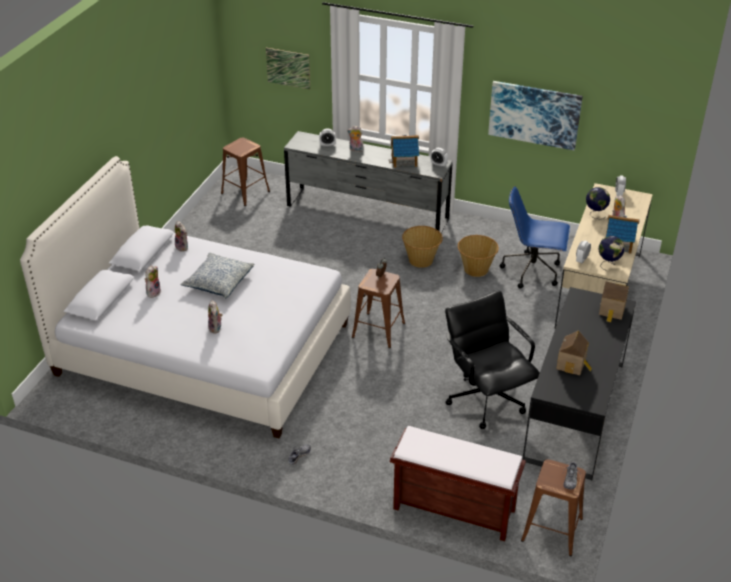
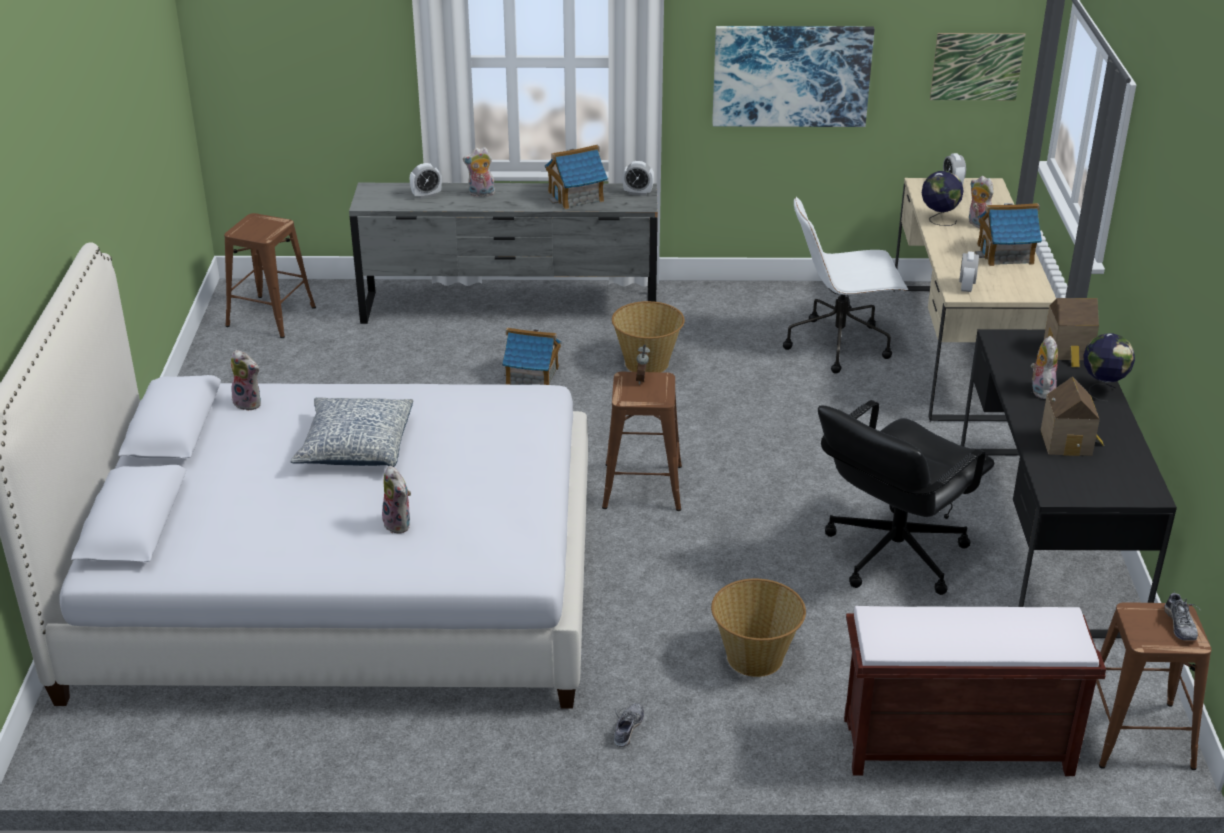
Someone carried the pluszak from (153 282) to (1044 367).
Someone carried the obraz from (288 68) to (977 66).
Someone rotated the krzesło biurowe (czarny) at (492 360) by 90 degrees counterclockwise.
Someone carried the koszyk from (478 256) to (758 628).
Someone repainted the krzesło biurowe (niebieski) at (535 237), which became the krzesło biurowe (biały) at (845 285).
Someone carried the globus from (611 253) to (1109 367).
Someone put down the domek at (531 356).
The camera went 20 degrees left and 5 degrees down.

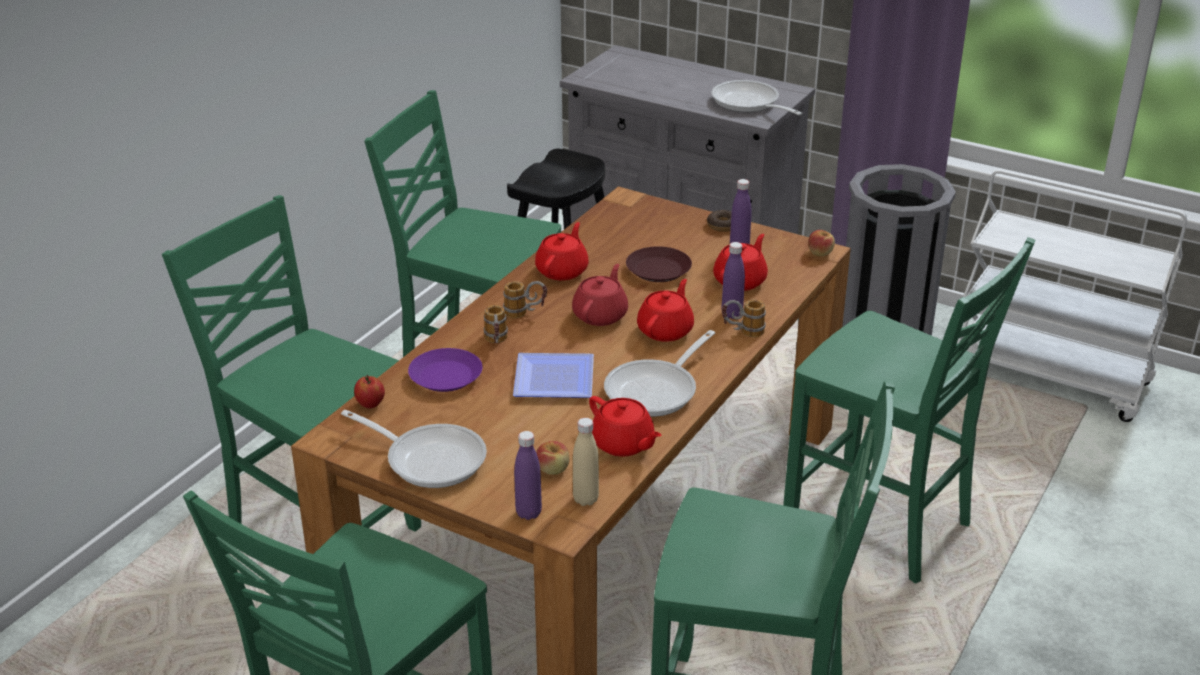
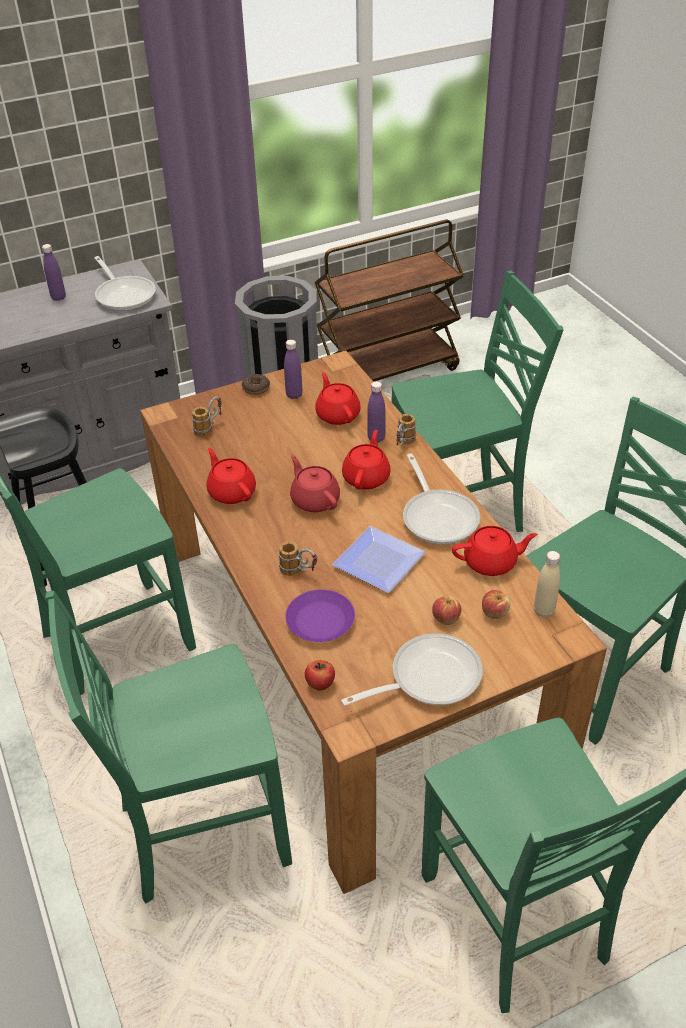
Someone carried the kubek from (525 299) to (207 417).
Someone carried the butelka (fioletowy) from (528 475) to (54 272).
Someone took away the talerz (brązowy) at (659 264).
Someone rotated the imbryk (czerwony) at (665 310) by 45 degrees clockwise.
Someone rotated the patelnia at (756 97) by 120 degrees counterclockwise.
Someone carried the jabłko from (821 243) to (447 610).
Someone repainted the wózek (biały) at (1072 295), which became the wózek (brązowy) at (389 300).
The camera went 55 degrees left and 10 degrees up.

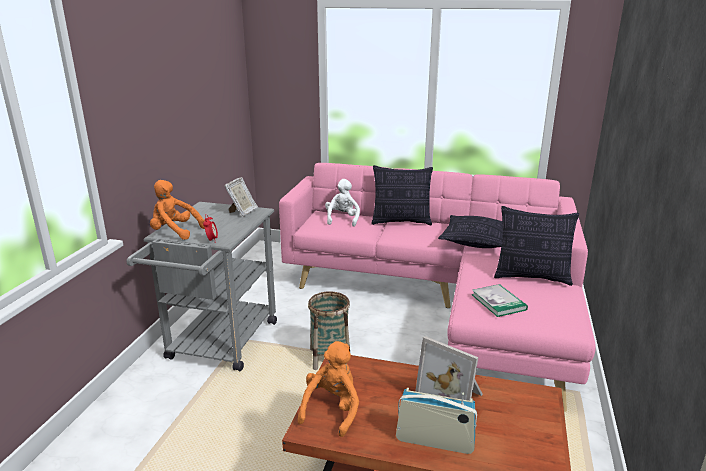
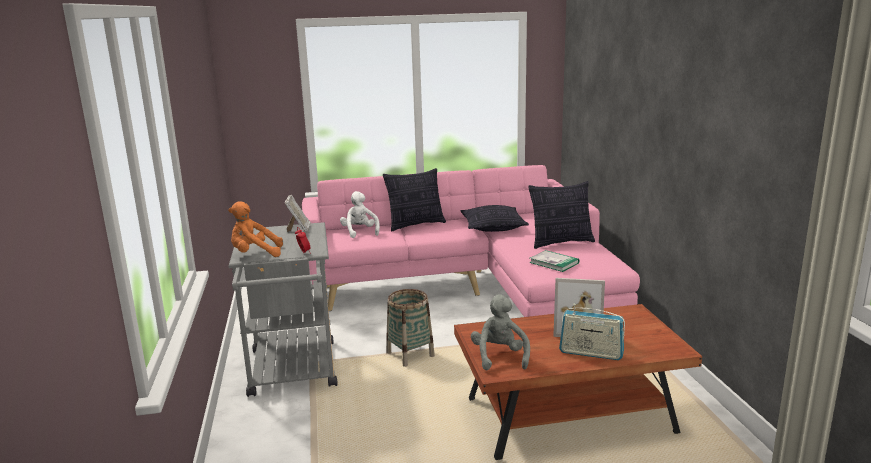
Someone repainted the pluszak (pomarańczowy) at (328 389), which became the pluszak (szary) at (500 332).
Someone rotated the radio at (436 421) by 150 degrees counterclockwise.
The camera went 25 degrees left and 5 degrees down.

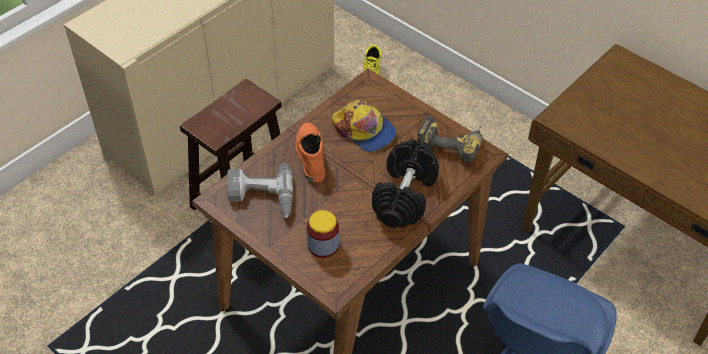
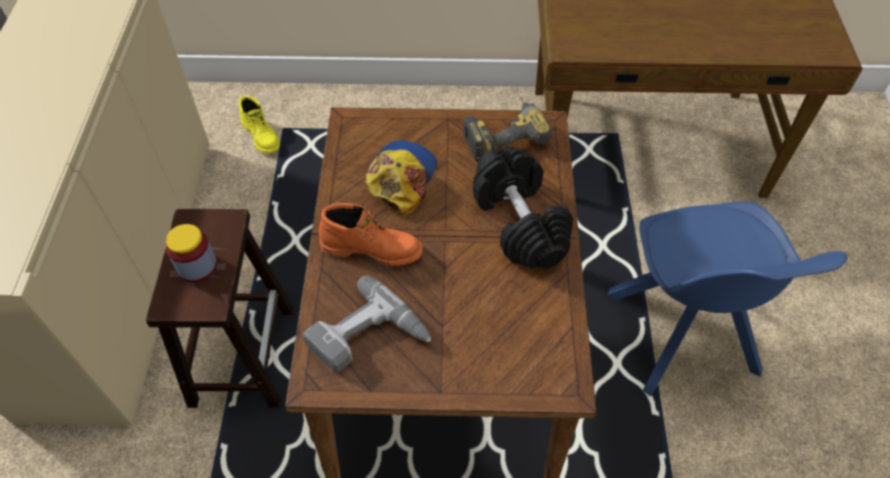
Someone rotated the but z cholewką (pomarańczowy) at (310 152) by 150 degrees clockwise.
Someone carried the słoik from (323 234) to (191 253).
Someone rotated the czapka z daszkiem at (364 126) by 75 degrees counterclockwise.
The camera went 40 degrees left and 5 degrees up.

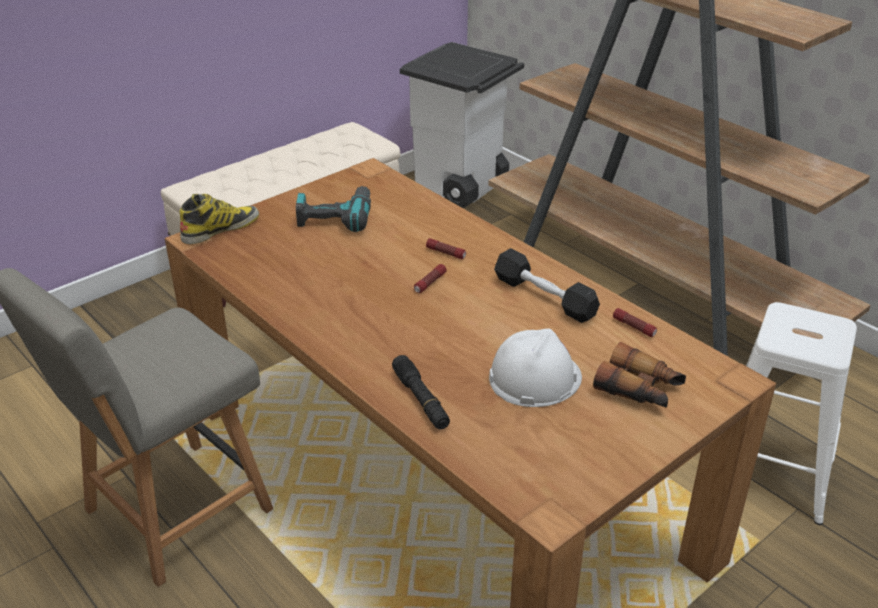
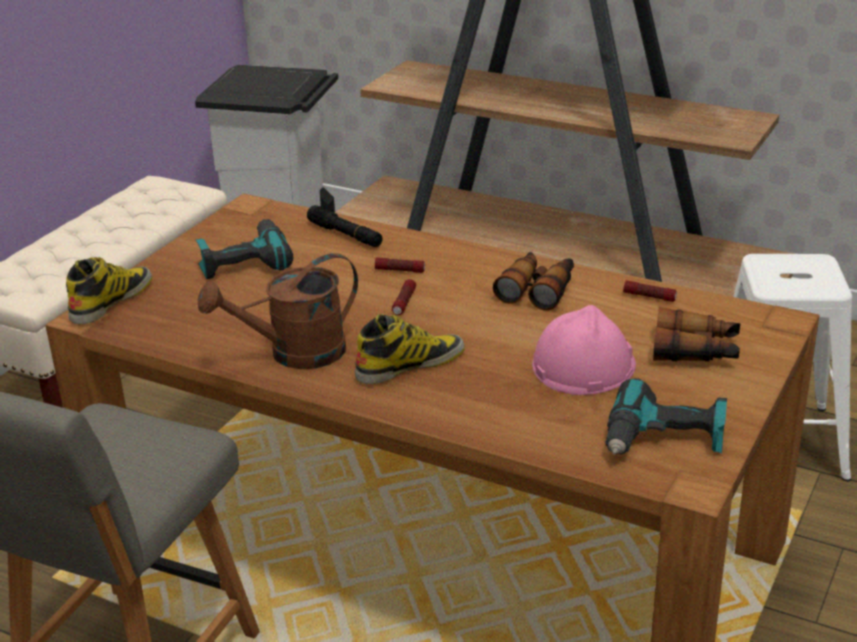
Someone carried the latarka (czarny) from (421 392) to (345 226).
Someone repainted the kask (biały) at (535 368), which became the kask (różowy) at (584 350).
Someone swapped the hantel (czarny) at (547 285) for the lornetka at (533 281).
Someone put down the konewka (brązowy) at (278 311).
Someone put down the but z cholewką at (410 349).
Someone put down the wiertarka at (666 416).
The camera went 20 degrees left and 5 degrees down.

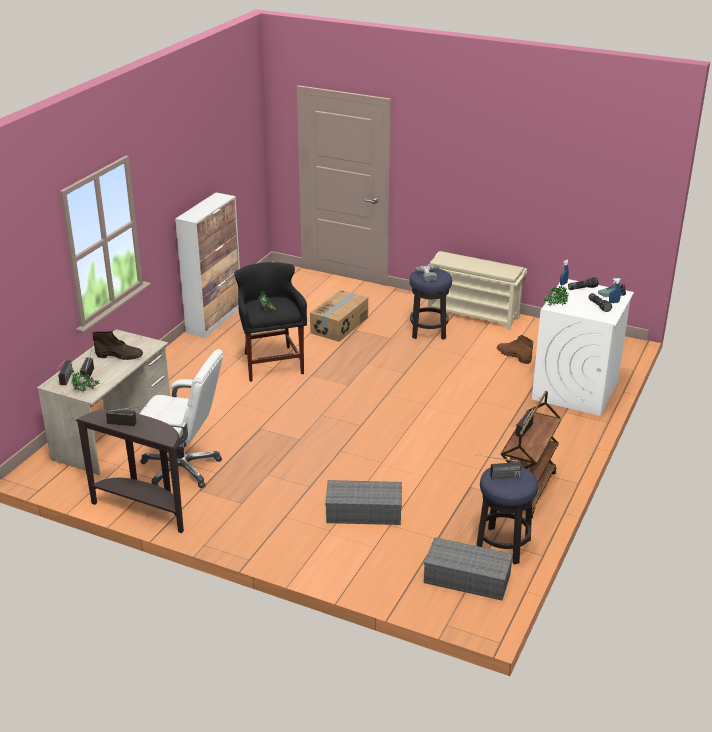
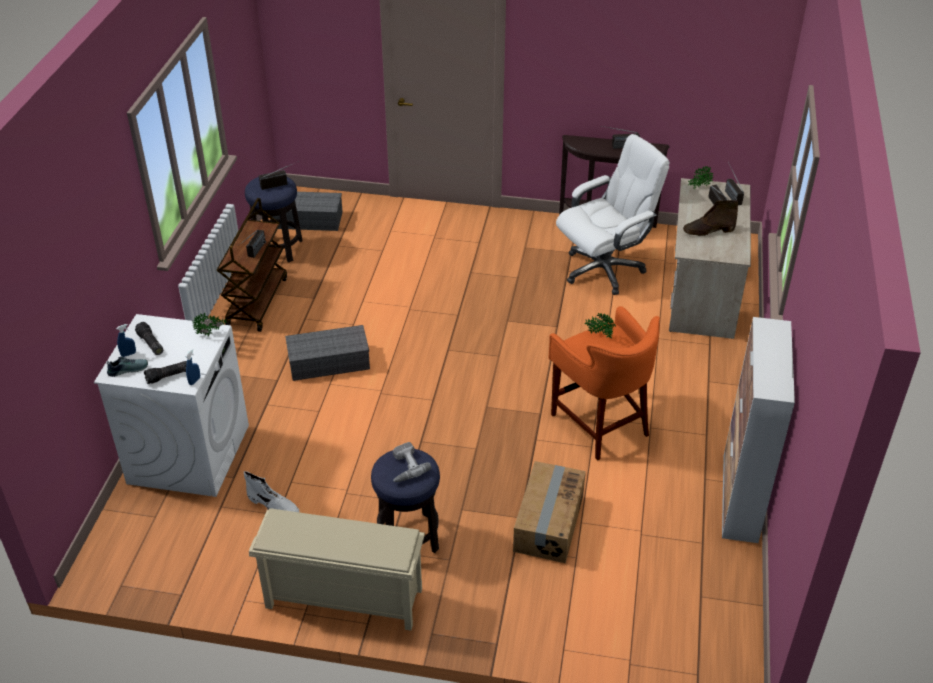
Someone rotated the krzesło biurowe (biały) at (181 418) by 150 degrees clockwise.
Someone repainted the stołek (czarny) at (270 322), which became the stołek (pomarańczowy) at (604 383).
Someone carried the pojemnik do przechowywania (szary) from (363 502) to (327 353).
Someone repainted the but z cholewką (brązowy) at (515 349), which became the but z cholewką (biały) at (271 491).
The camera went 165 degrees right and 10 degrees up.

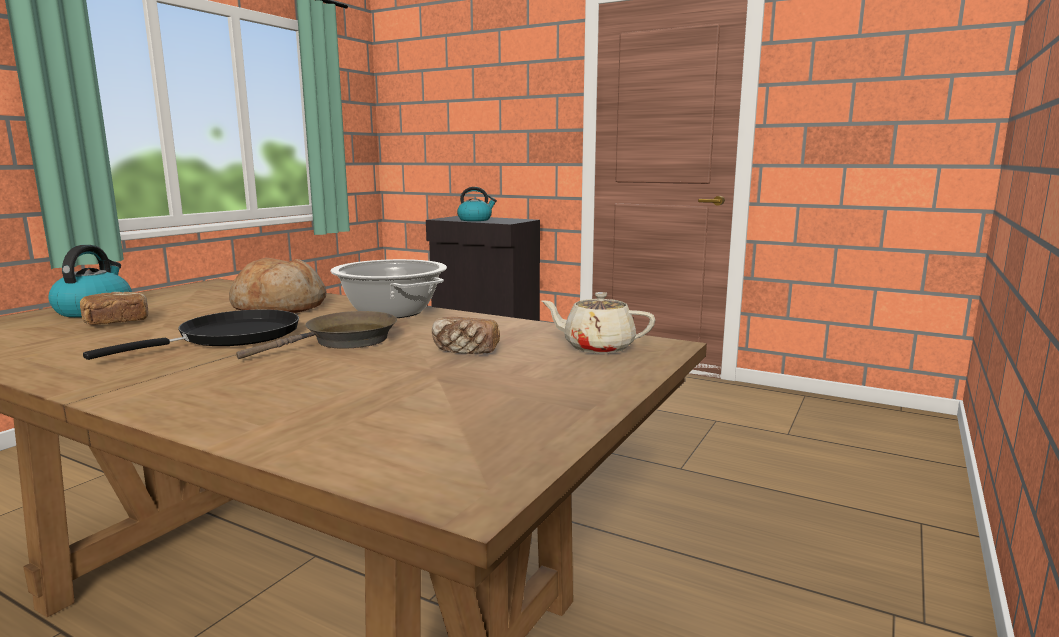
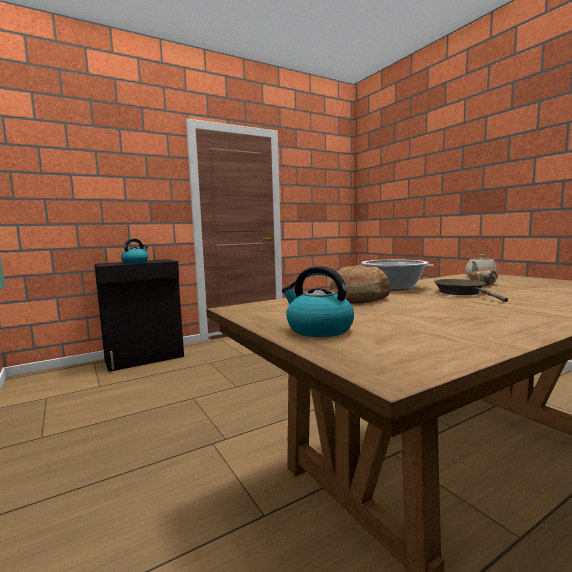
Someone took away the chleb at (114 308).
Someone took away the patelnia (czarny) at (191 334).
The camera went 60 degrees left and 5 degrees down.

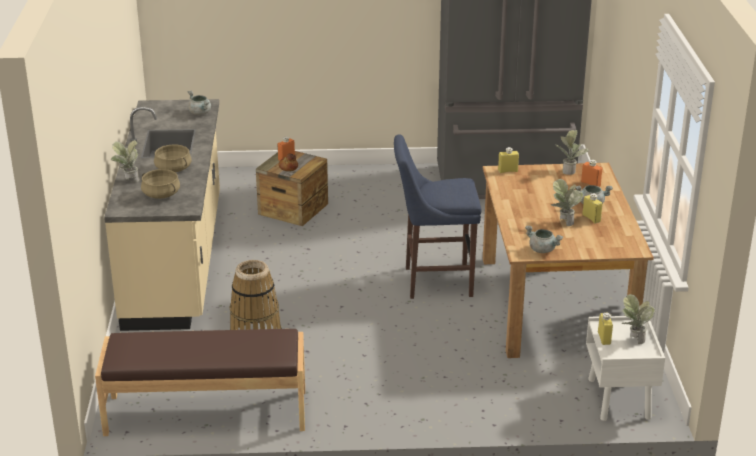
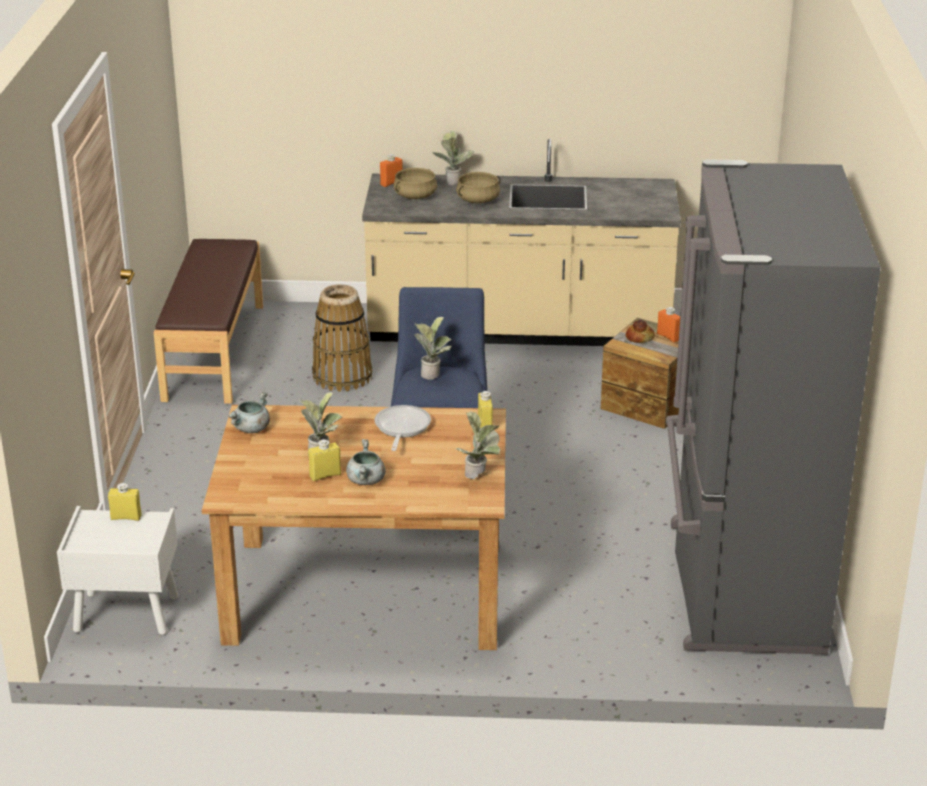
Someone took away the garnek (szary) at (199 103).
Someone carried the butelka (pomarańczowy) from (591 173) to (391 170).
Someone carried the roślina doniczkowa from (638 319) to (433 348).
Someone put down the patelnia at (402 428).
The camera went 95 degrees right and 0 degrees up.

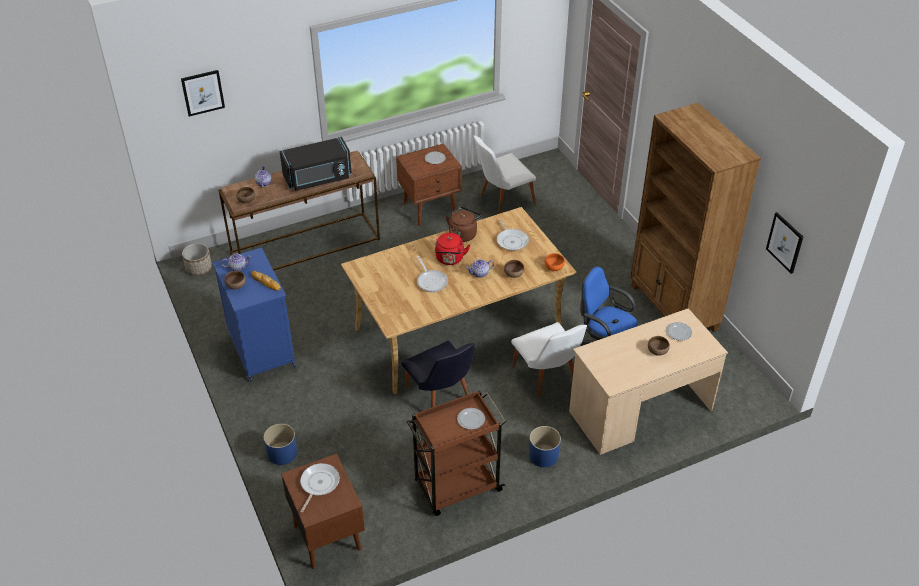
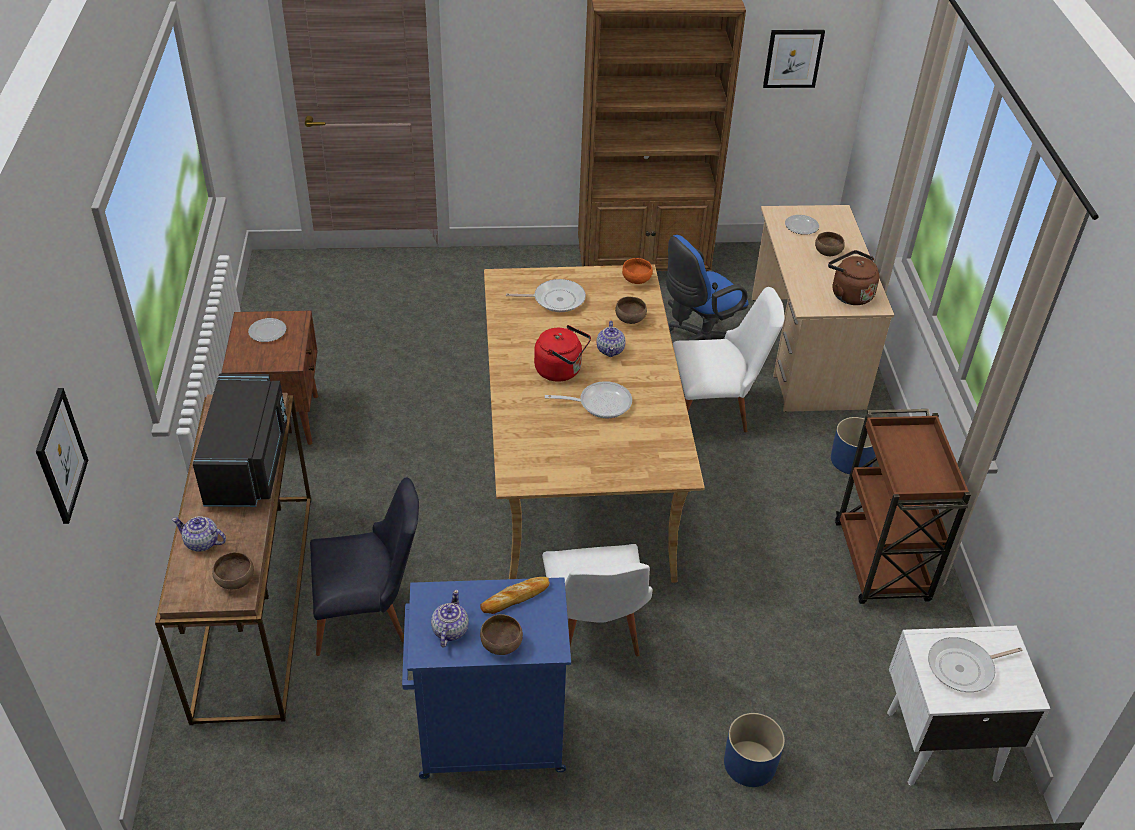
Someone took away the donica at (197 259).
Someone repainted the szafka nocna (brązowy) at (323 511), which became the szafka nocna (biały) at (968 706).
Someone rotated the patelnia at (320 488) by 60 degrees counterclockwise.
Someone carried the krzesło (czarny) from (438 374) to (364 566).
Someone carried the czajnik (brązowy) from (464 224) to (853 277).
Someone took away the talerz at (471 419).
Someone carried the krzesło (biały) from (504 174) to (597 600).
The camera went 70 degrees left and 0 degrees up.

